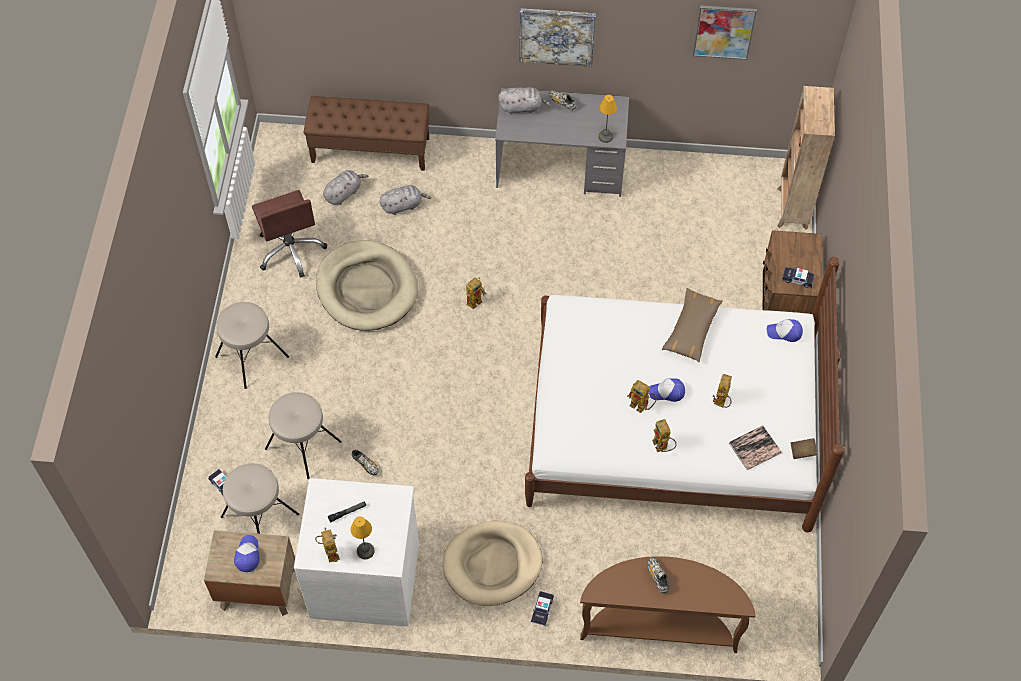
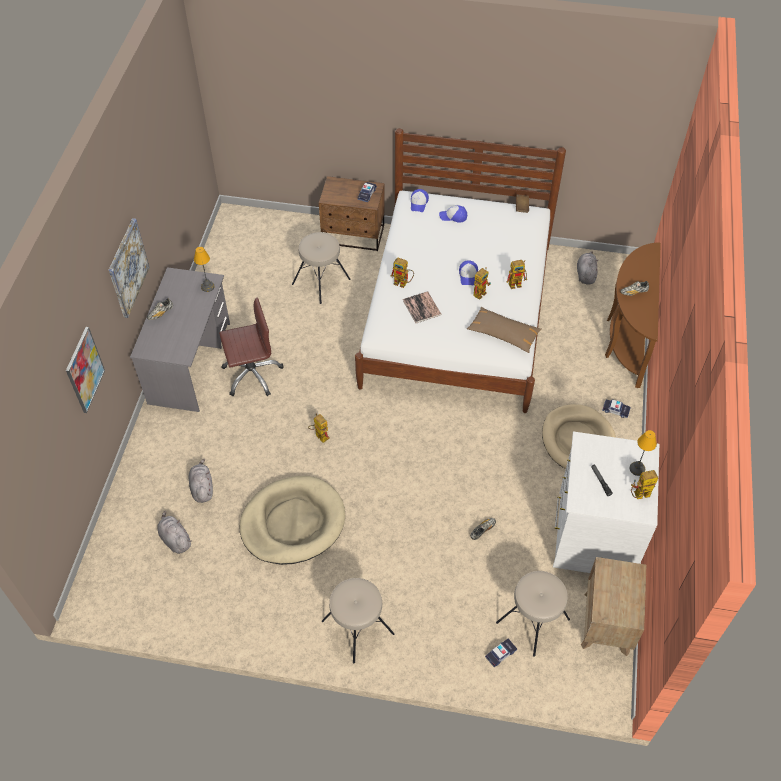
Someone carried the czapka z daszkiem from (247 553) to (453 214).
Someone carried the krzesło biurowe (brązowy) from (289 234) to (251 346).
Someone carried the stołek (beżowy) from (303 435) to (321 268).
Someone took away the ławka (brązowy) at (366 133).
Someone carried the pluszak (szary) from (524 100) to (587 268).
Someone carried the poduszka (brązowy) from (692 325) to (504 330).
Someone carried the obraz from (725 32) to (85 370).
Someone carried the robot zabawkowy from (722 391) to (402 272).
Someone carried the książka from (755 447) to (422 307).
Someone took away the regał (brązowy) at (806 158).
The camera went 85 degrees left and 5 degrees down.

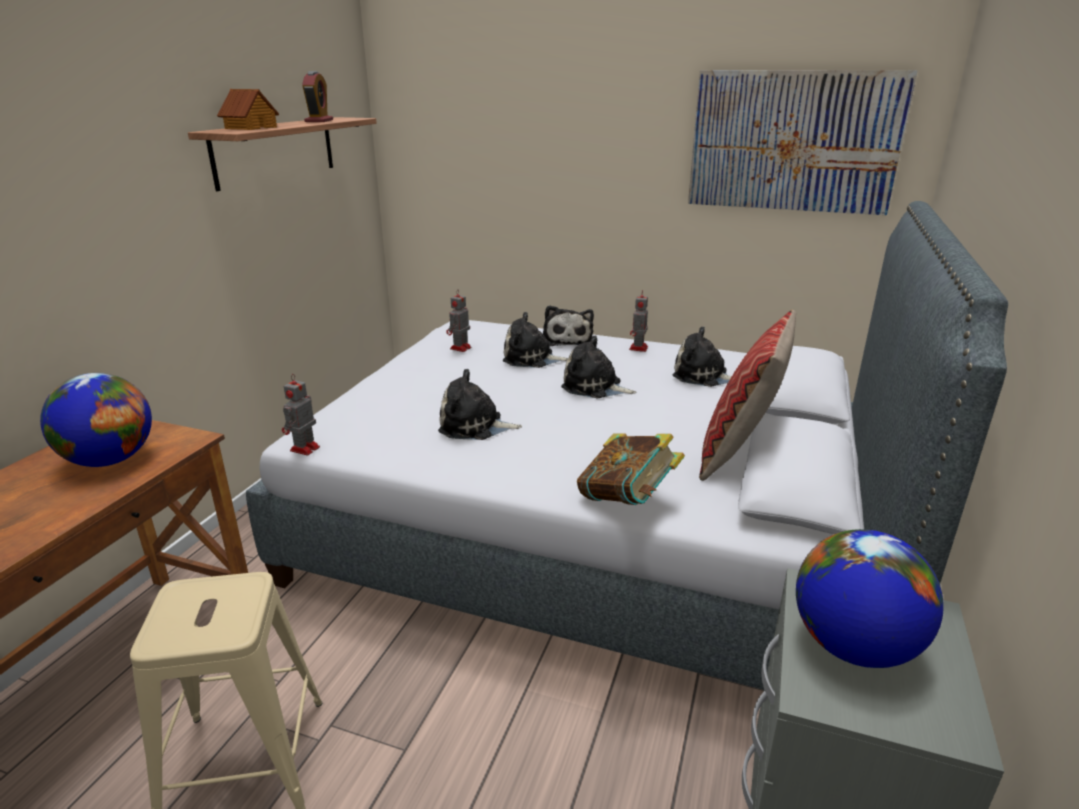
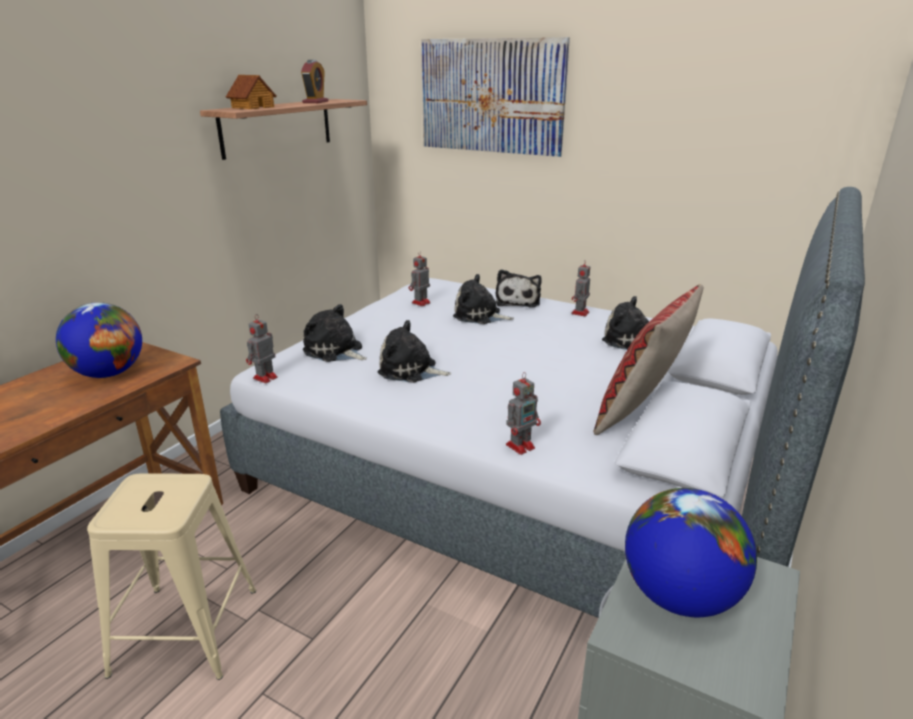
Someone carried the pluszak from (599 366) to (335 333).
Someone swapped the książka at (631 469) for the robot zabawkowy at (523 413).
Someone carried the obraz from (803 142) to (495 97).
The camera went 10 degrees right and 0 degrees up.

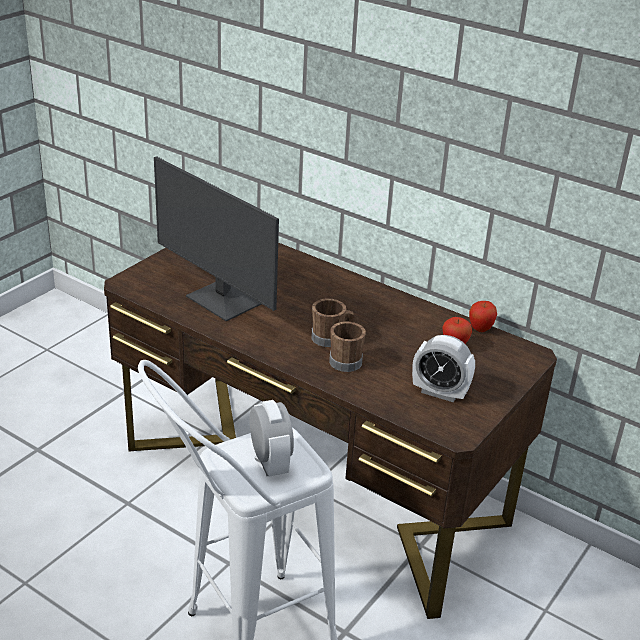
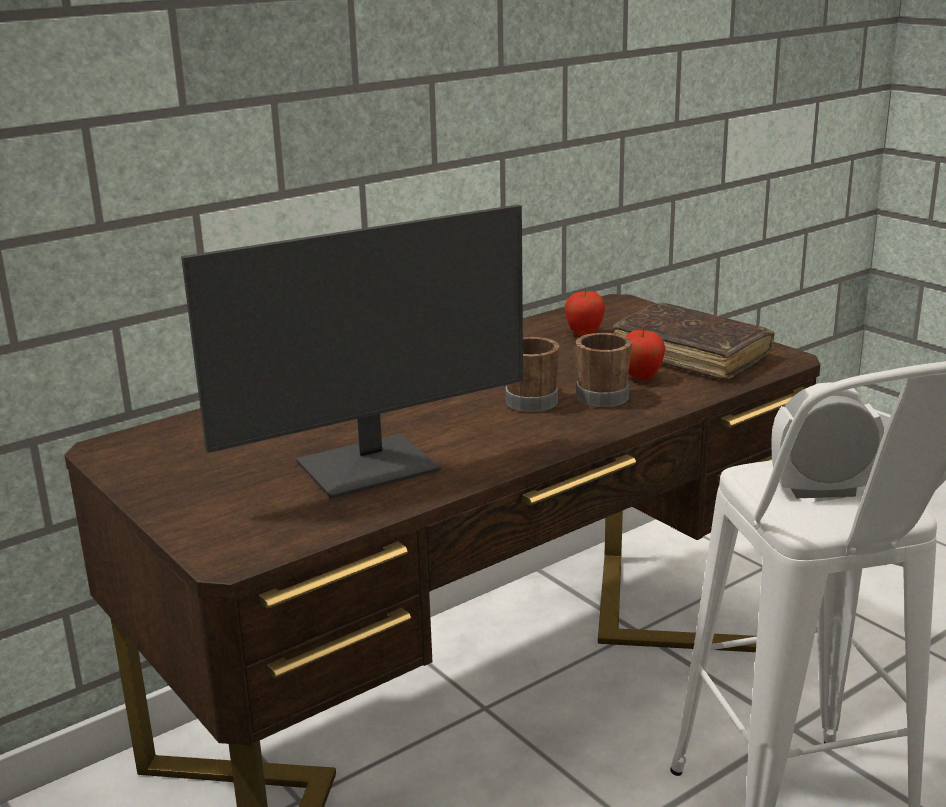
Someone swapped the budzik at (443 369) for the książka (brązowy) at (694 341).
Someone carried the jabłko from (483 316) to (645 355).
The camera went 70 degrees left and 10 degrees down.

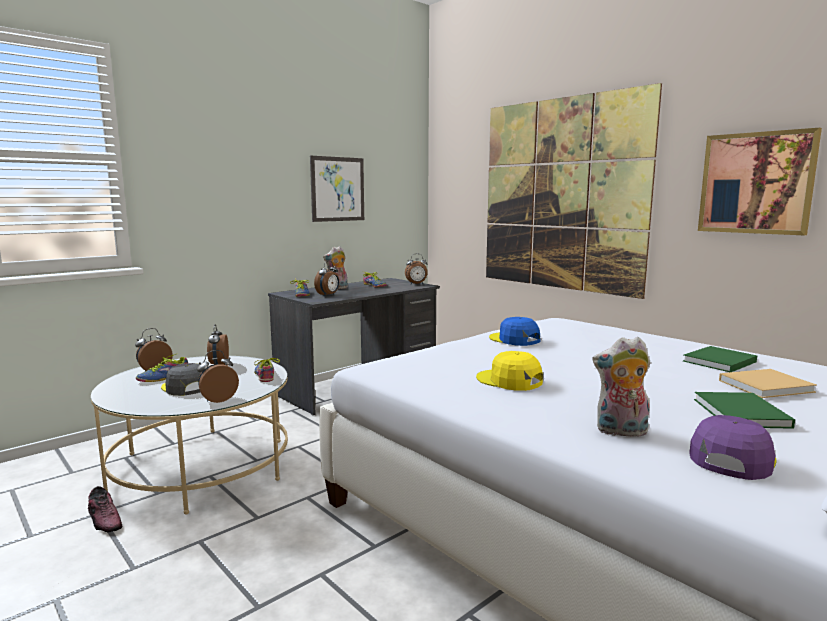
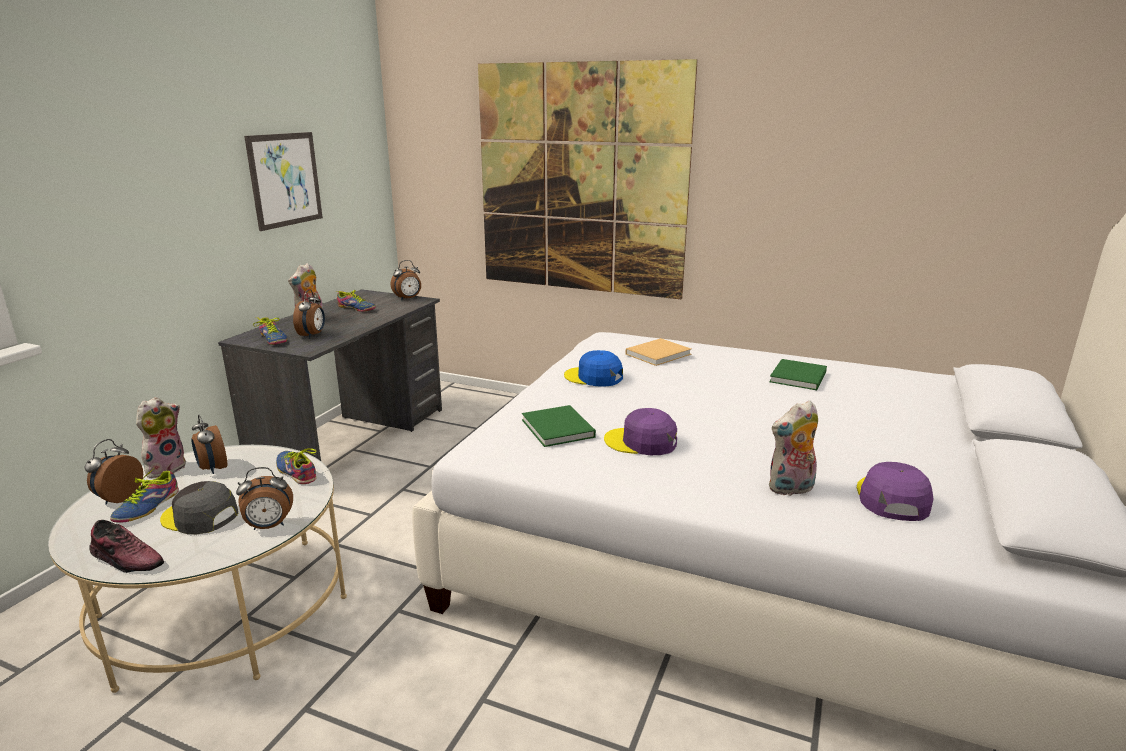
Someone carried the but from (105 509) to (126 546).
Someone rotated the budzik at (218 376) by 135 degrees counterclockwise.
Someone repainted the czapka z daszkiem (żółty) at (509 371), which became the czapka z daszkiem (fioletowy) at (640 431).
Someone carried the książka (zielony) from (744 410) to (559 426).
Someone took away the obraz at (760 182).
Someone carried the książka (beżowy) from (768 383) to (658 352).
Someone put down the pluszak at (161 437).
The camera went 25 degrees left and 10 degrees up.

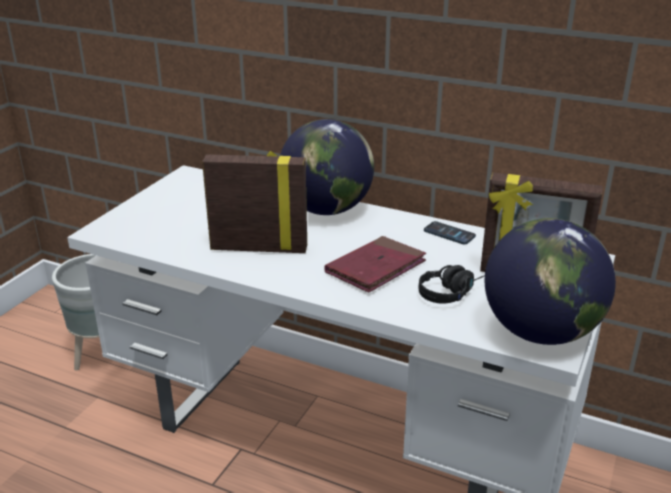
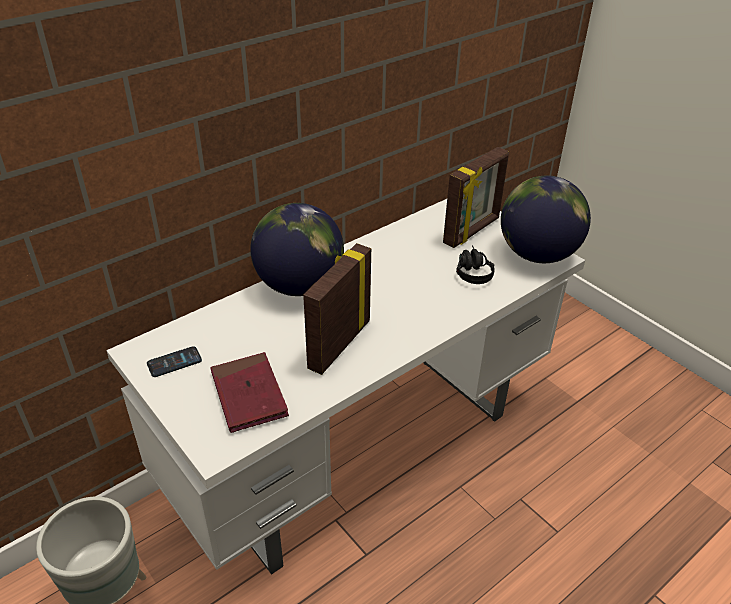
Someone carried the książka (czerwony) from (375 264) to (249 392).
Someone carried the telefon from (450 232) to (174 361).
The camera went 65 degrees left and 10 degrees up.

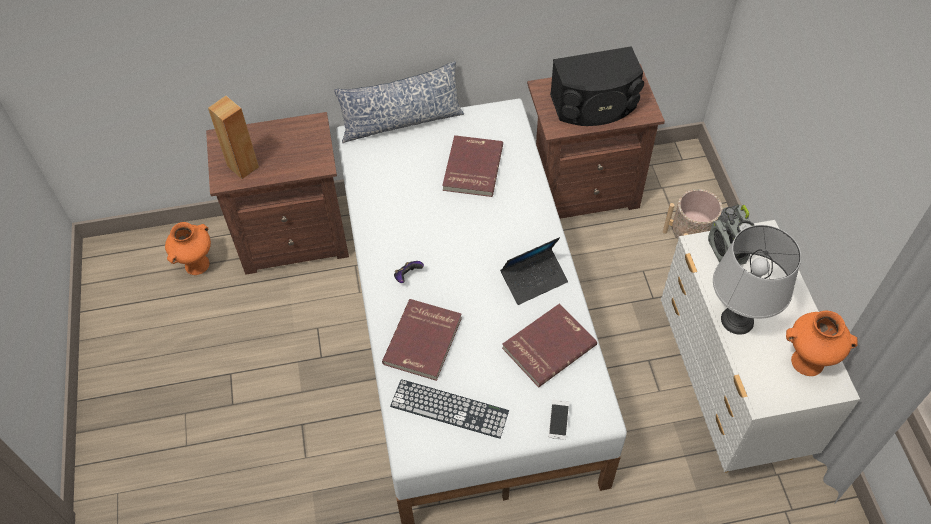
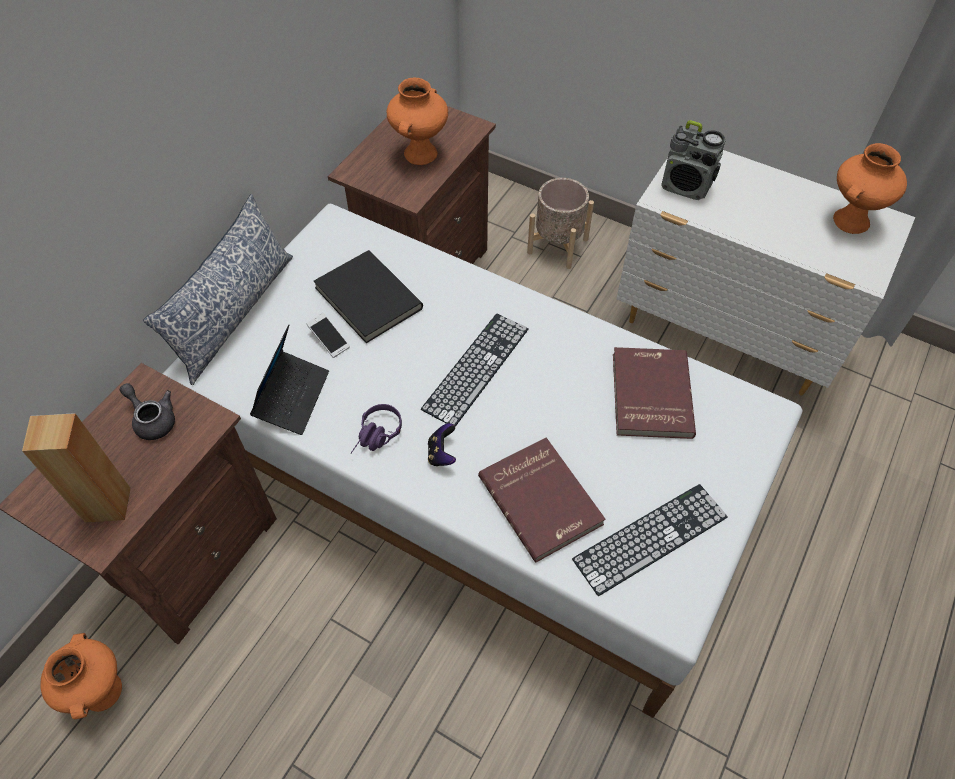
Someone repainted the książka (czerwony) at (472 166), which became the książka (czarny) at (368 296).
Someone carried the laptop from (534 271) to (289 379).
Someone carried the telefon from (559 419) to (328 335).
Someone swapped the głośnik (czarny) at (597 86) for the wazon (pomarańczowy) at (417 121).
Someone took away the lampa stołowa (szary) at (757 280).
Someone put down the imbryk (szary) at (147 411).
Someone put down the słuchawki (fioletowy) at (376 428).
Someone put down the klawiatura at (474 370).
The camera went 50 degrees left and 0 degrees up.

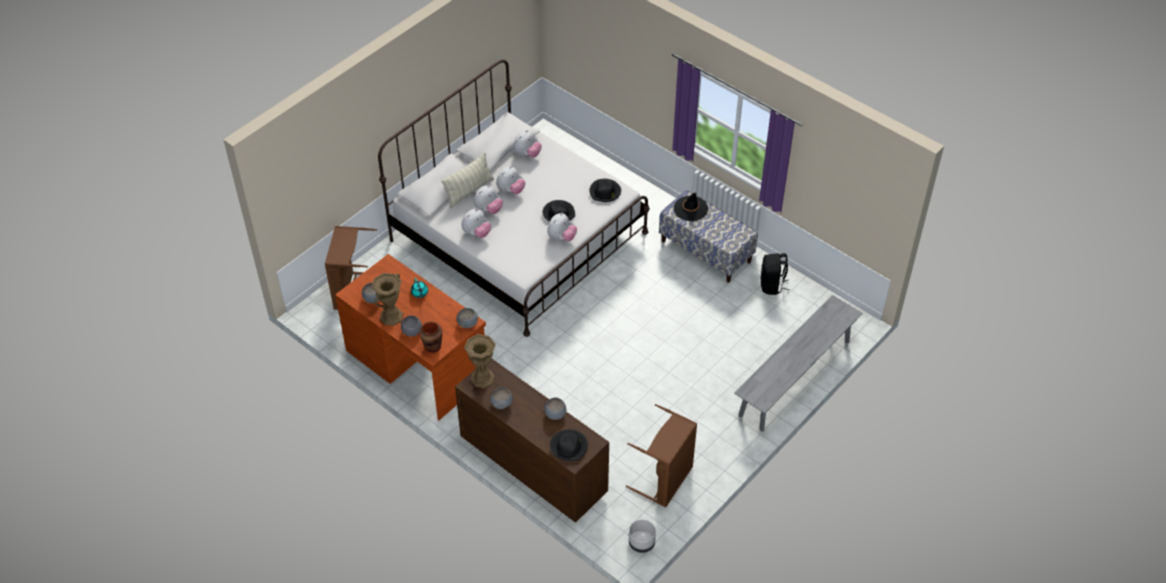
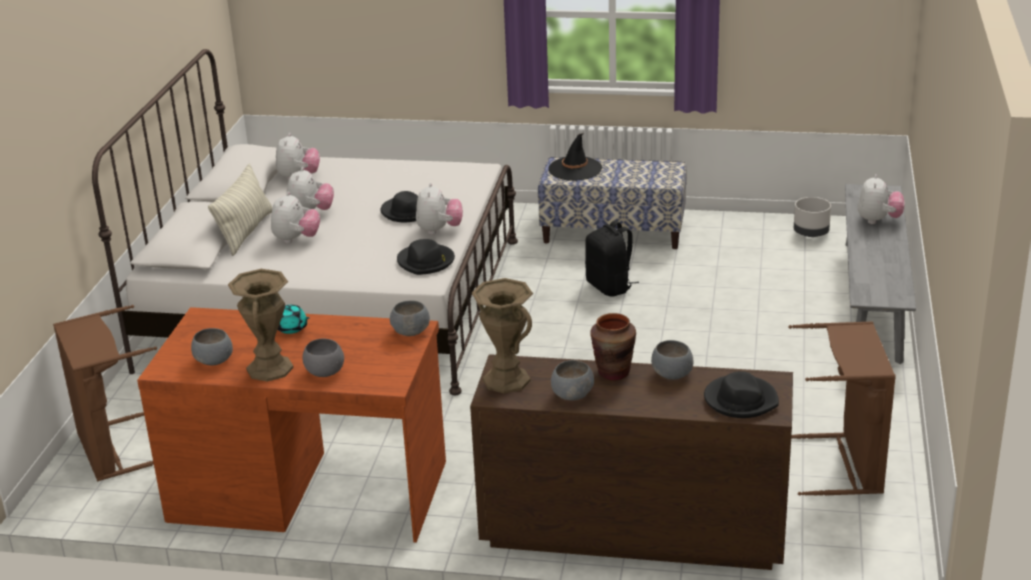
Someone carried the wazon (brązowy) from (430 337) to (613 346).
Someone carried the pluszak from (476 223) to (881 199).
Someone carried the kapelusz (czarny) from (605 190) to (426 257).
Someone carried the donica (szary) from (642 536) to (812 217).
Someone carried the plecak (czarny) from (775 274) to (612 258).
The camera went 30 degrees left and 20 degrees down.

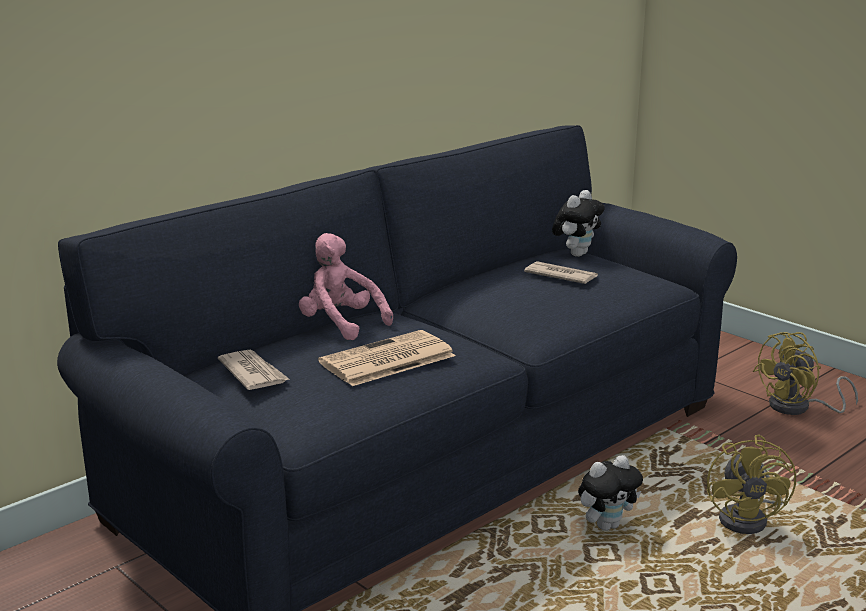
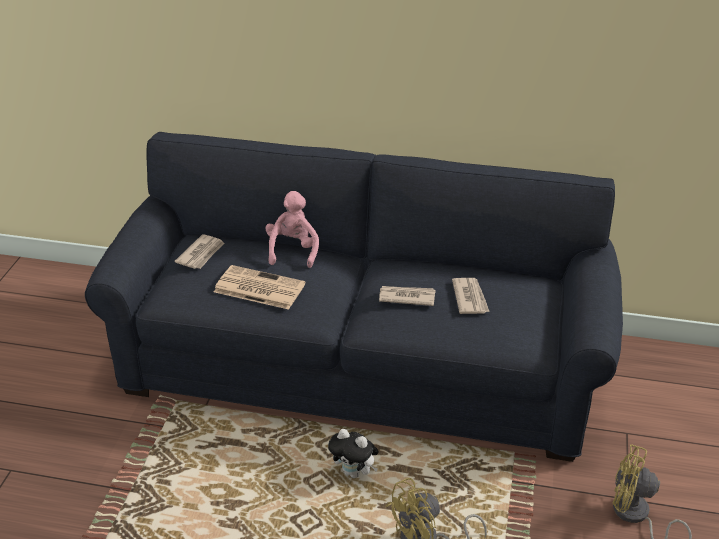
Someone took away the pluszak at (578 223).
Someone put down the gazeta at (407 296).
The camera went 55 degrees right and 15 degrees up.

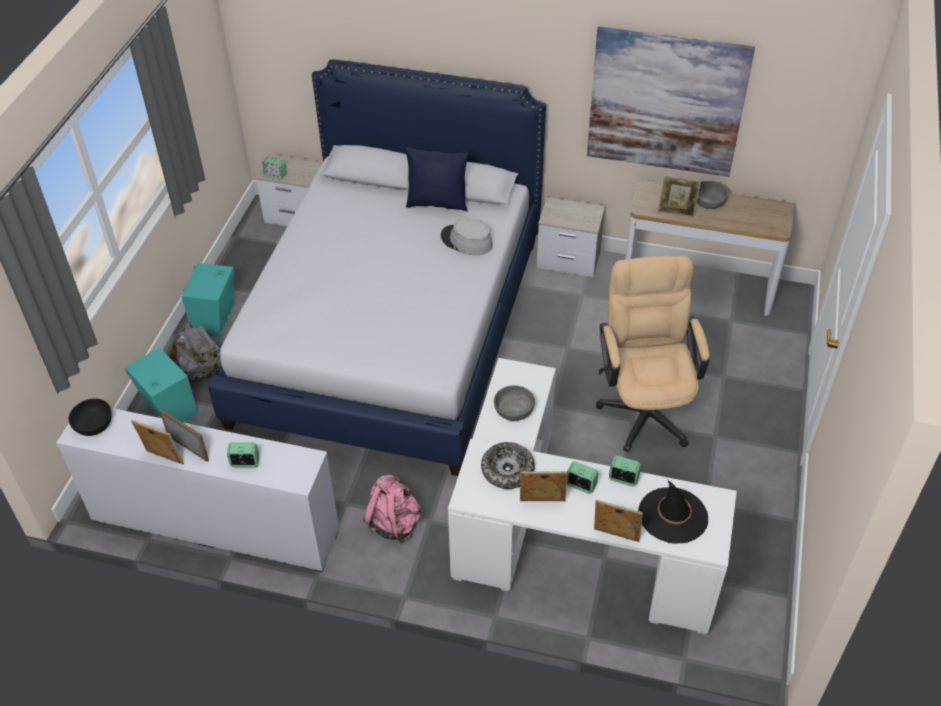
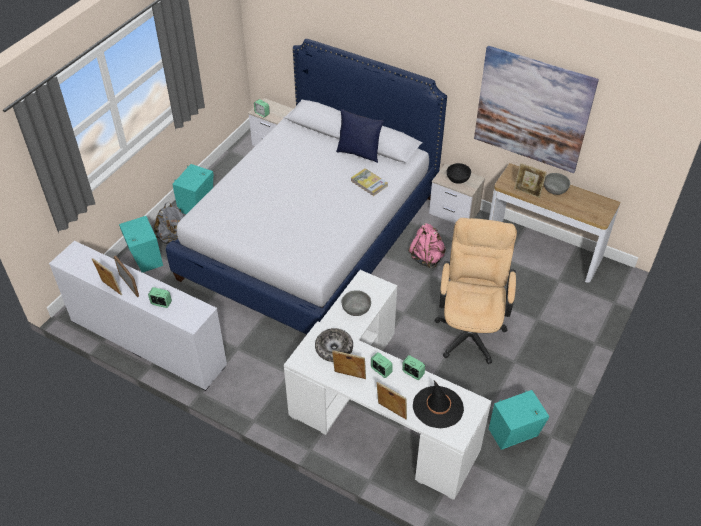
Someone carried the miska (czarny) from (90 417) to (459 173).
Someone carried the plecak (różowy) from (392 509) to (427 245).
Someone swapped the kapelusz (szary) at (467 236) for the książka at (369 182).
Someone put down the głośnik (turkusowy) at (519 420).
The camera went 15 degrees right and 0 degrees up.

